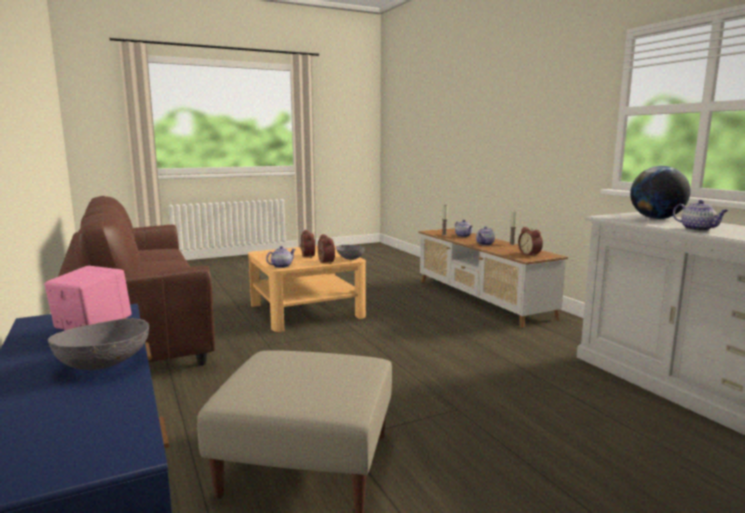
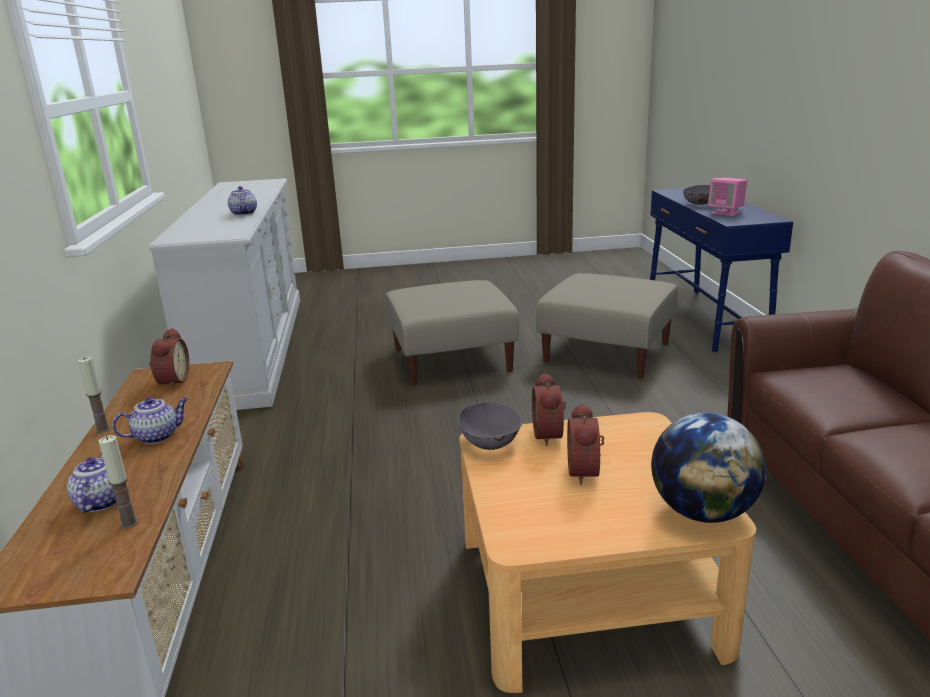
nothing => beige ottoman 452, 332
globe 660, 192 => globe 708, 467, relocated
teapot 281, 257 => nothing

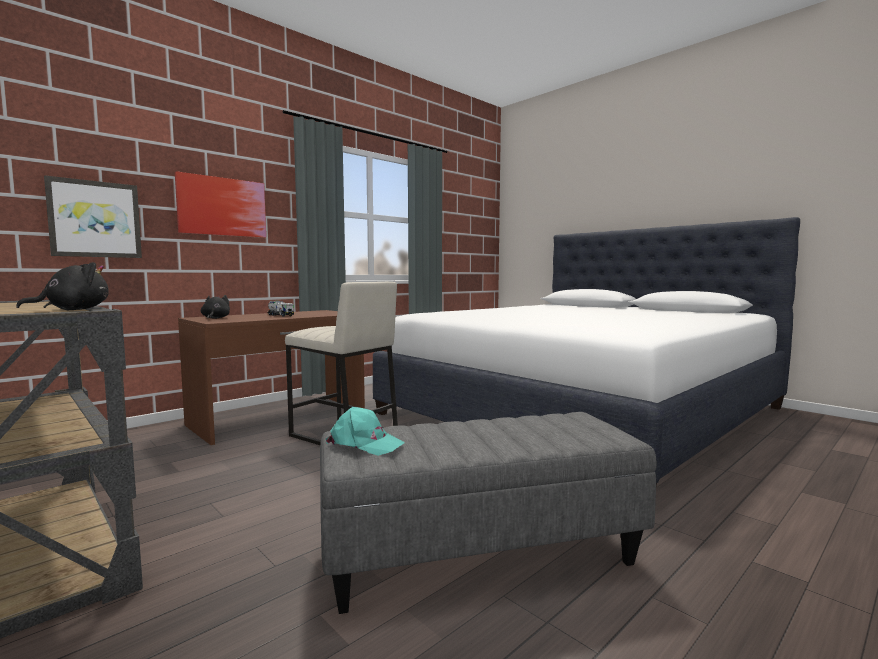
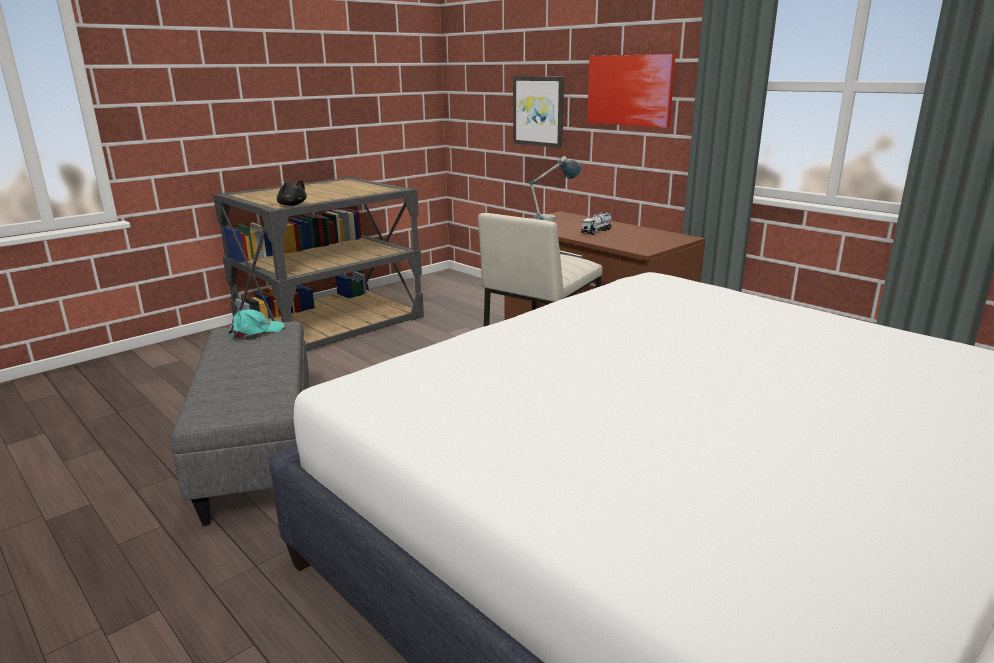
turquoise cap 365, 431 => turquoise cap 256, 324, 150 degrees counterclockwise
black plush toy 215, 307 => table lamp 555, 189

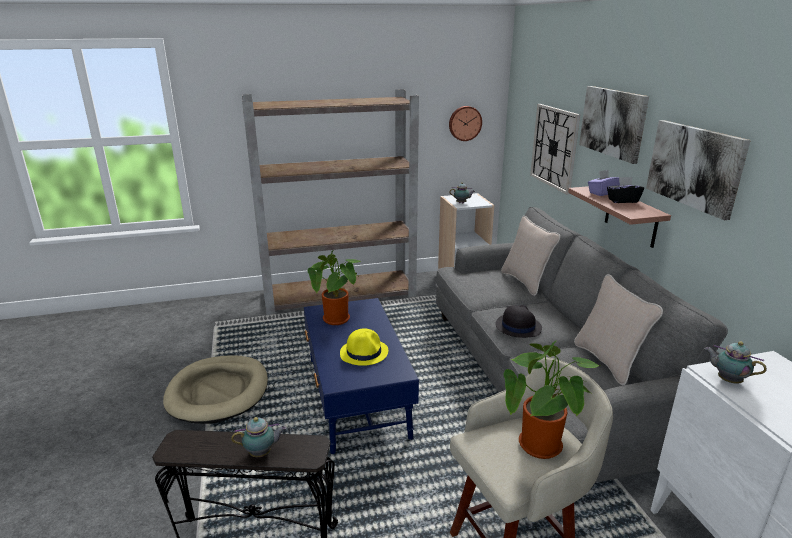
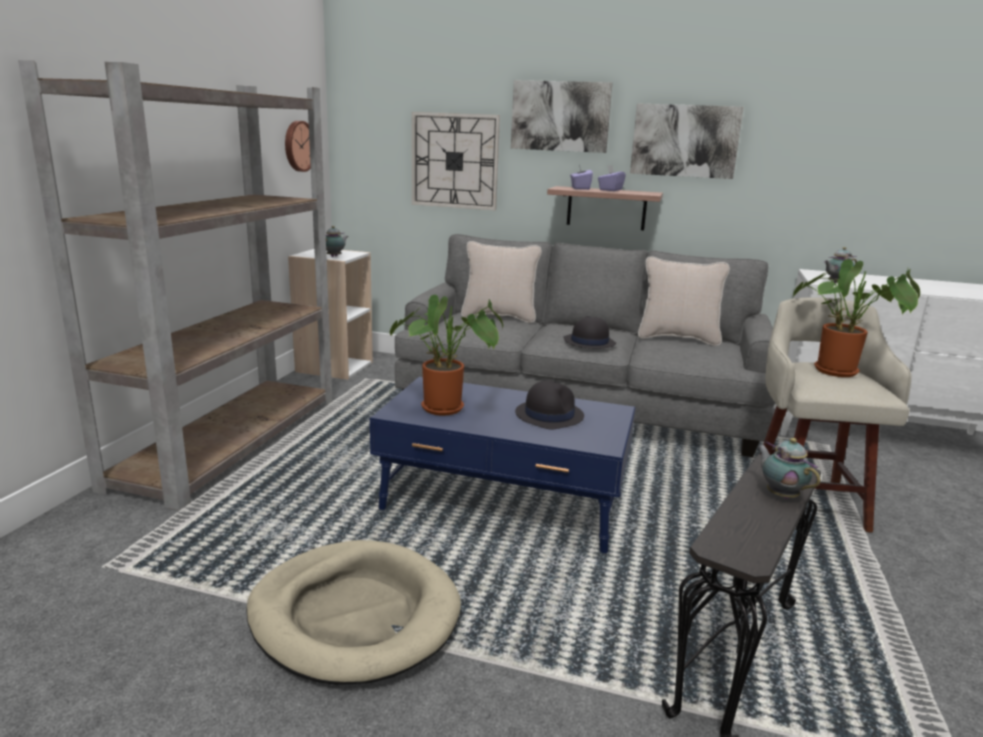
yellow hat 364, 347 => black hat 549, 404
black tissue box 625, 190 => purple tissue box 612, 178
teapot 258, 437 => teapot 789, 468, 45 degrees counterclockwise

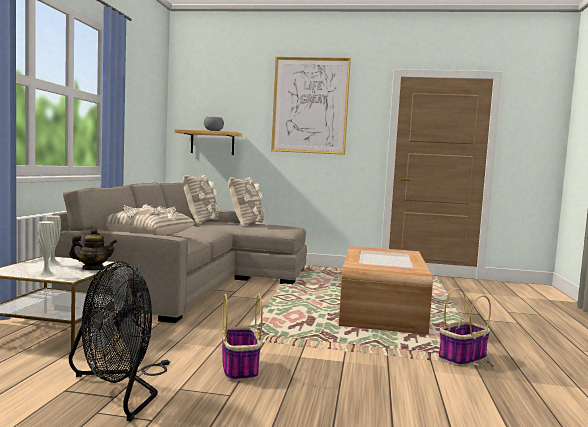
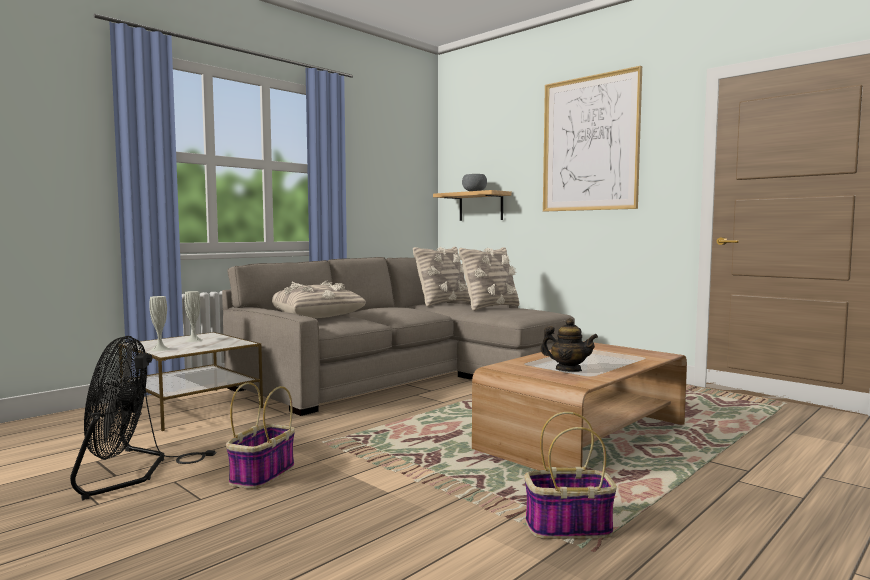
teapot 93, 249 => teapot 569, 345, relocated

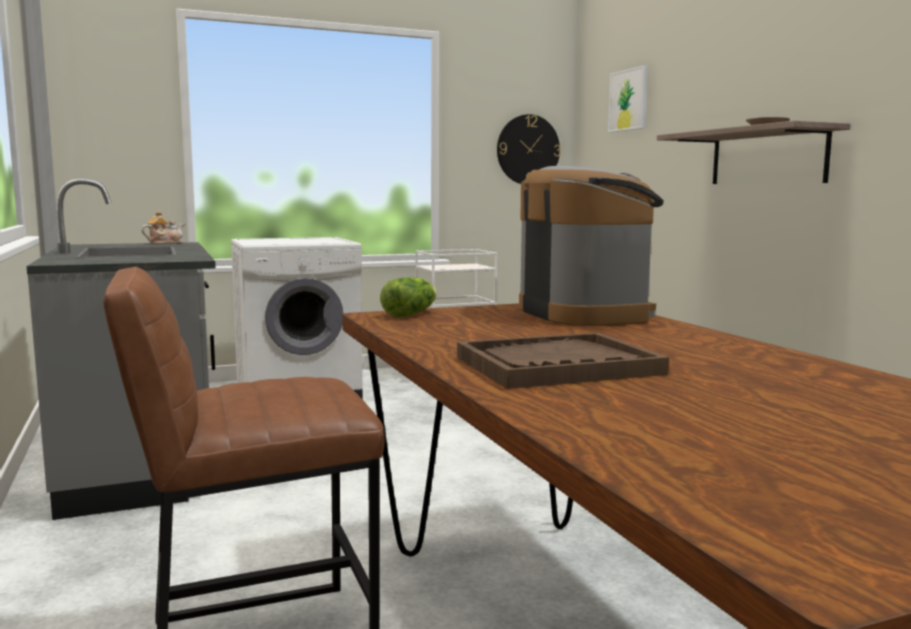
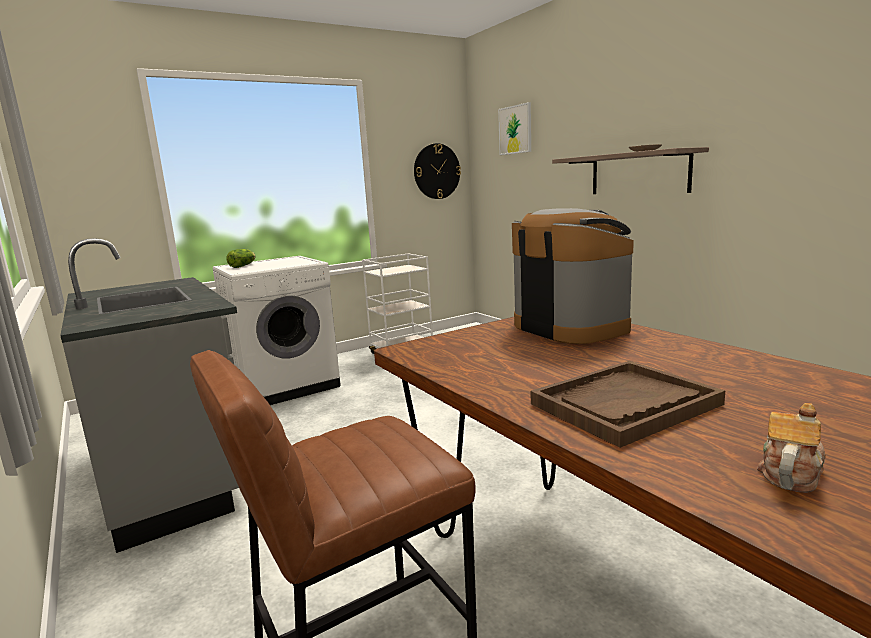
lettuce 408, 297 => lettuce 240, 258, relocated
teapot 163, 227 => teapot 791, 448, relocated

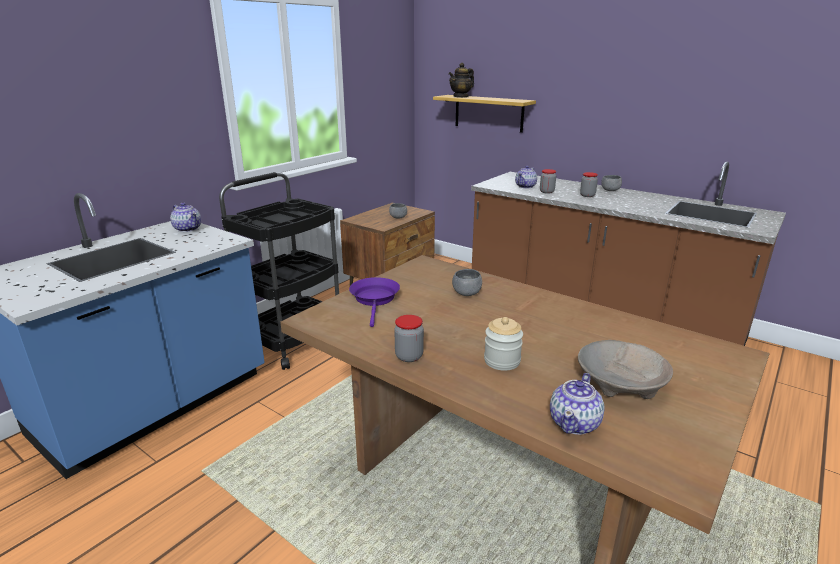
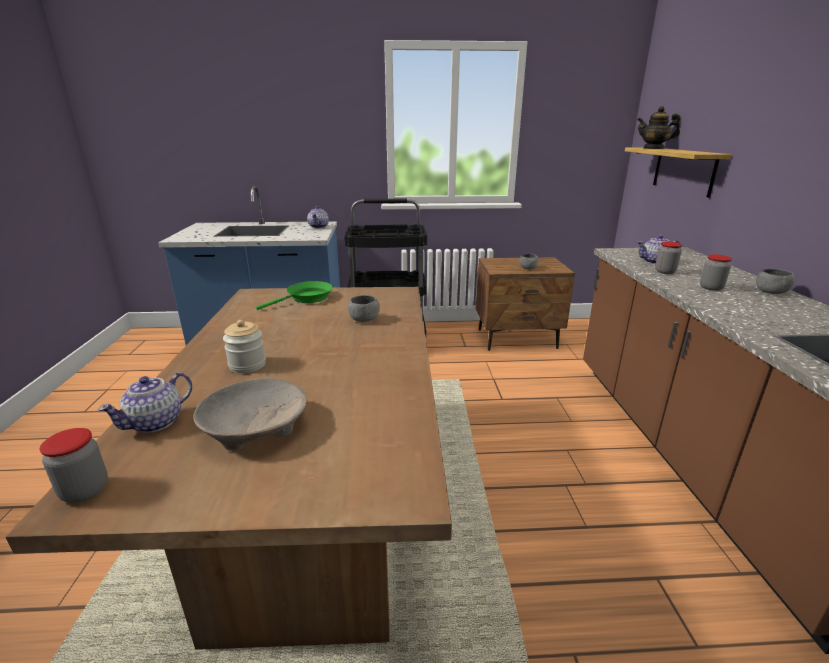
jar 409, 338 => jar 73, 465, relocated
teapot 577, 404 => teapot 144, 402, 45 degrees counterclockwise
purple frying pan 374, 302 => green frying pan 294, 295

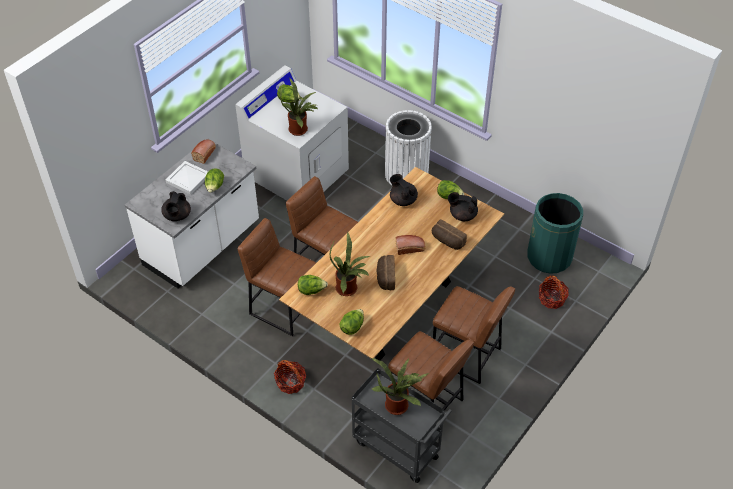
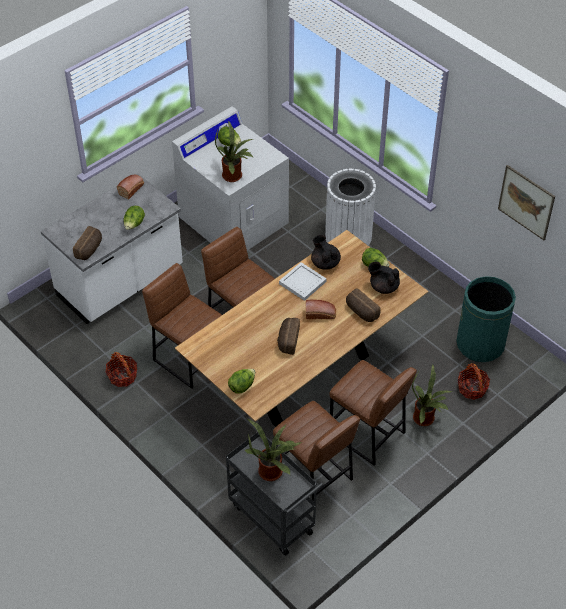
black teapot 176, 206 => bread 87, 243
basket 290, 377 => basket 121, 369, relocated
white tray 186, 178 => white tray 303, 281, relocated
potted plant 350, 264 => potted plant 432, 395, relocated
nothing => picture 526, 202
lettuce 313, 285 => nothing

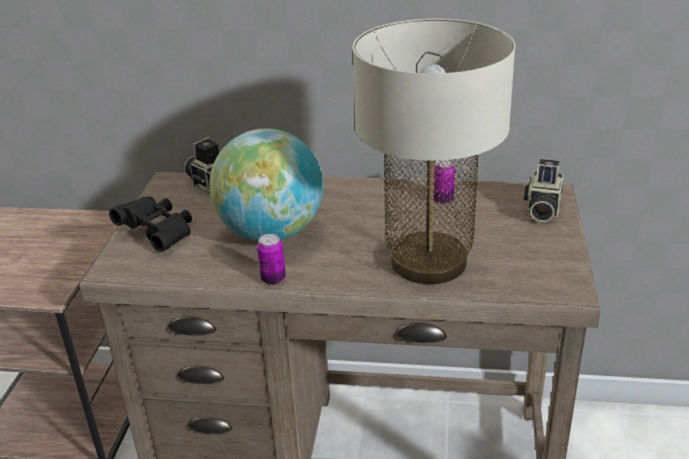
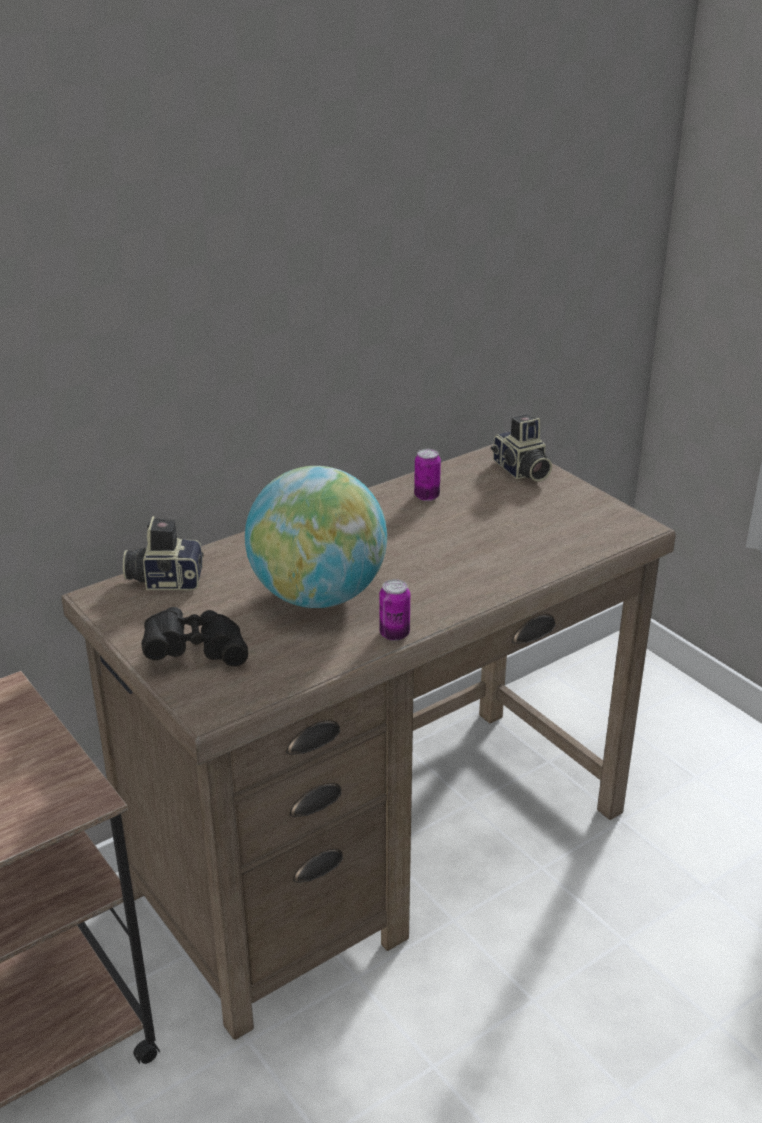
table lamp 434, 151 => nothing

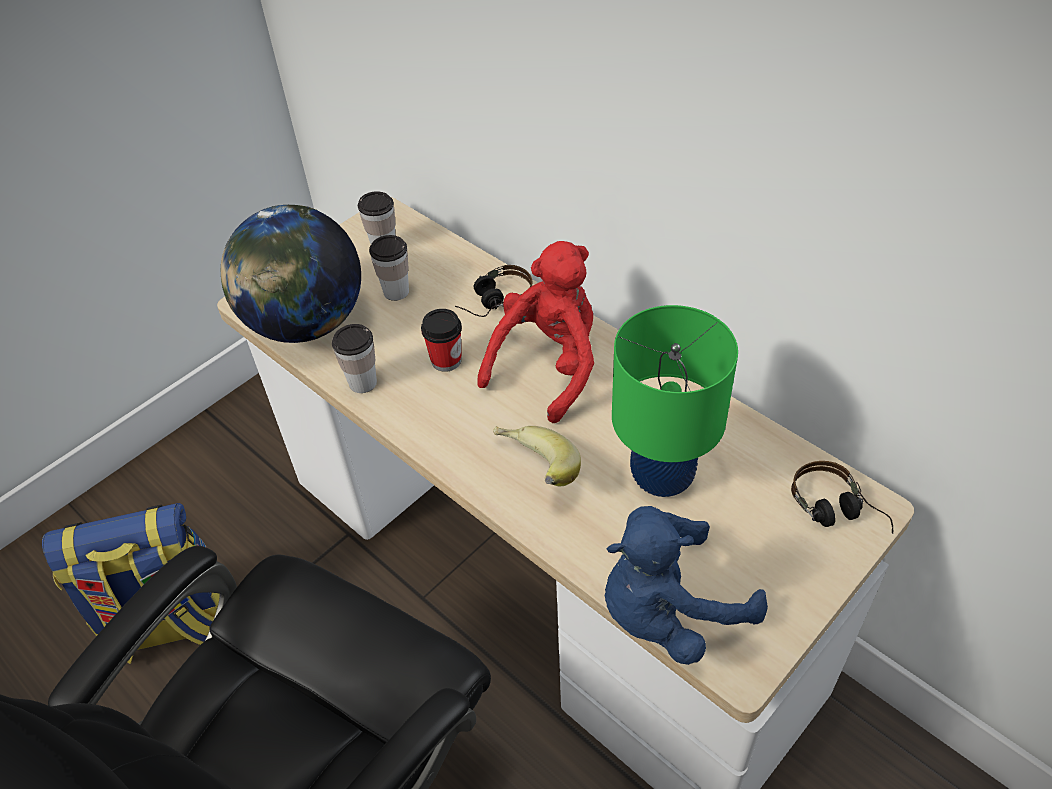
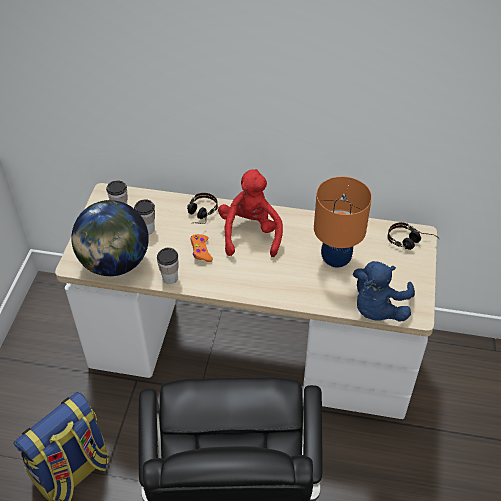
cup 441, 340 => orange game controller 201, 248
green table lamp 675, 401 => orange table lamp 343, 222
banana 537, 456 => nothing

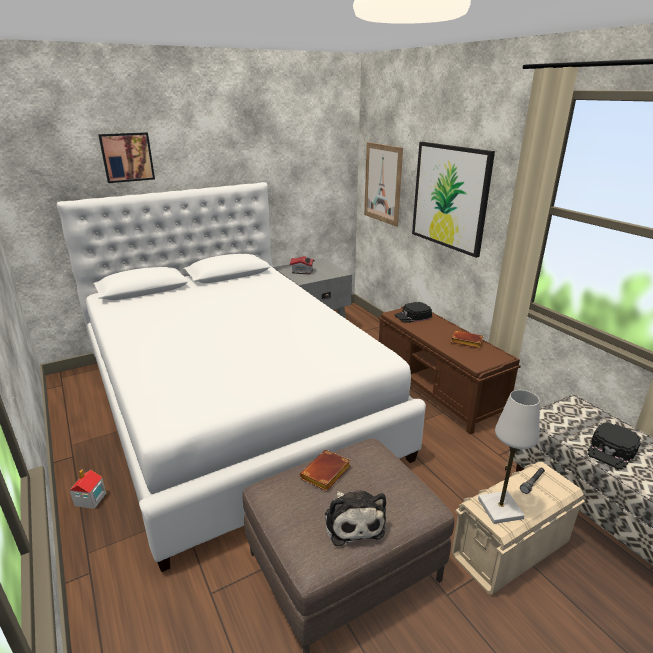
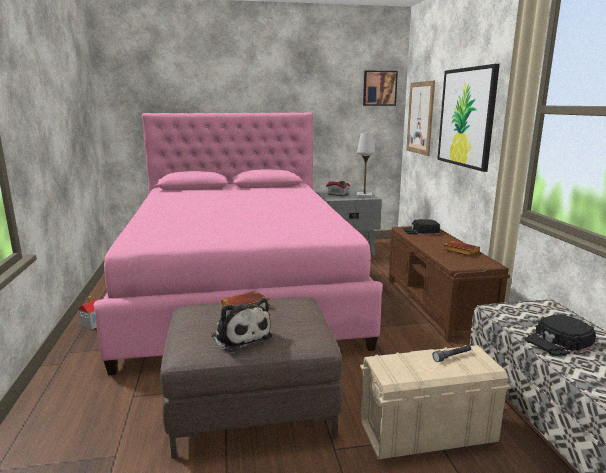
white bed 241, 377 => pink bed 238, 243
plush toy 355, 518 => plush toy 242, 325, 45 degrees counterclockwise
white table lamp 509, 457 => white table lamp 366, 165, relocated
picture 126, 157 => picture 380, 88, relocated

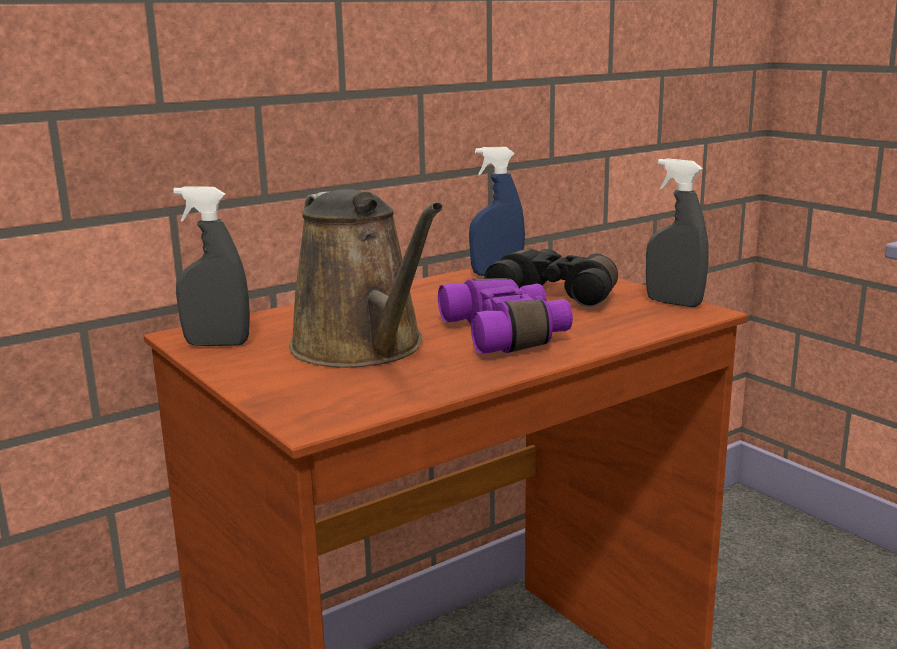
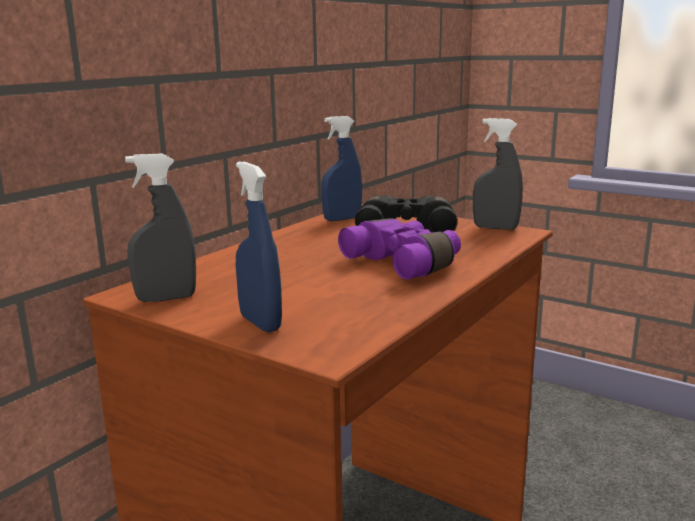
nothing => blue spray bottle 259, 247
brown watering can 366, 278 => nothing

